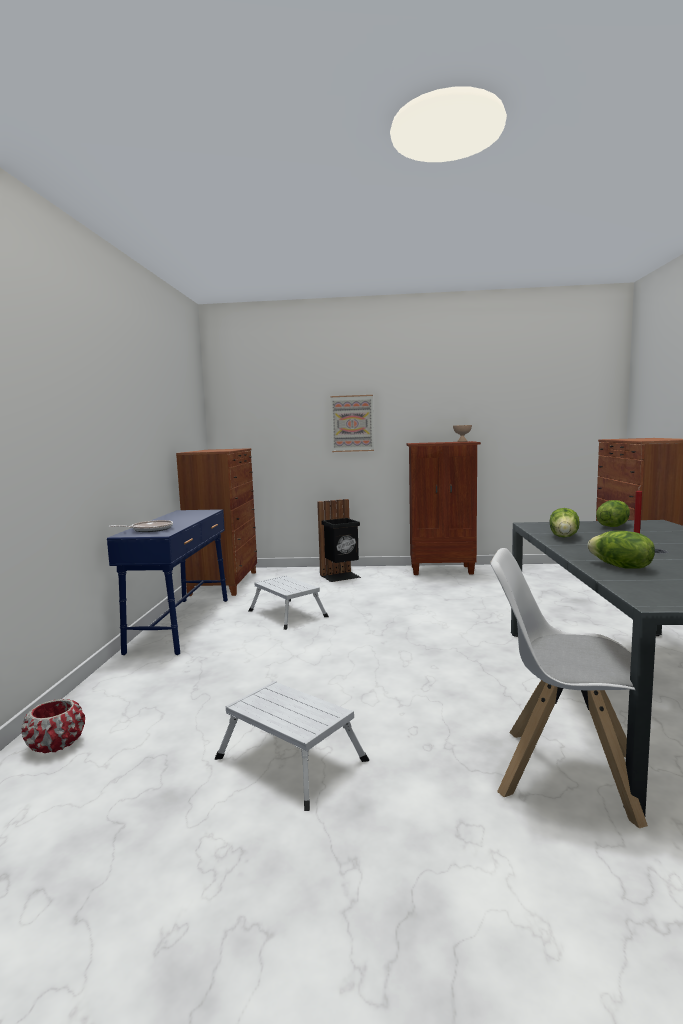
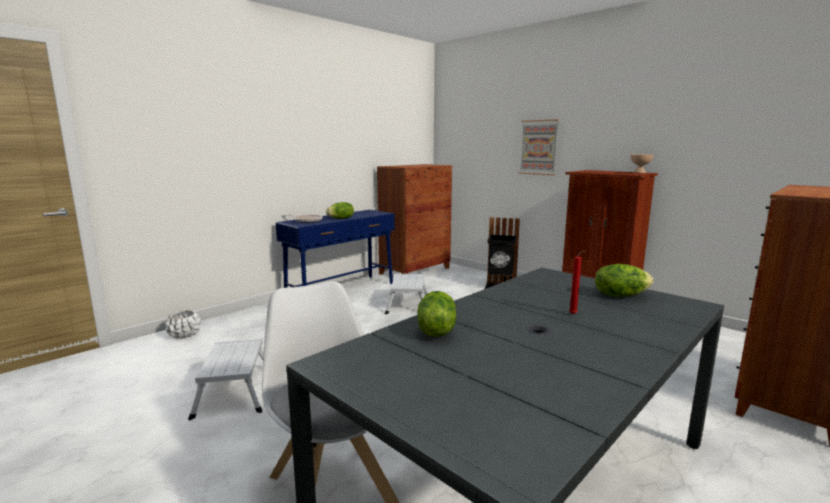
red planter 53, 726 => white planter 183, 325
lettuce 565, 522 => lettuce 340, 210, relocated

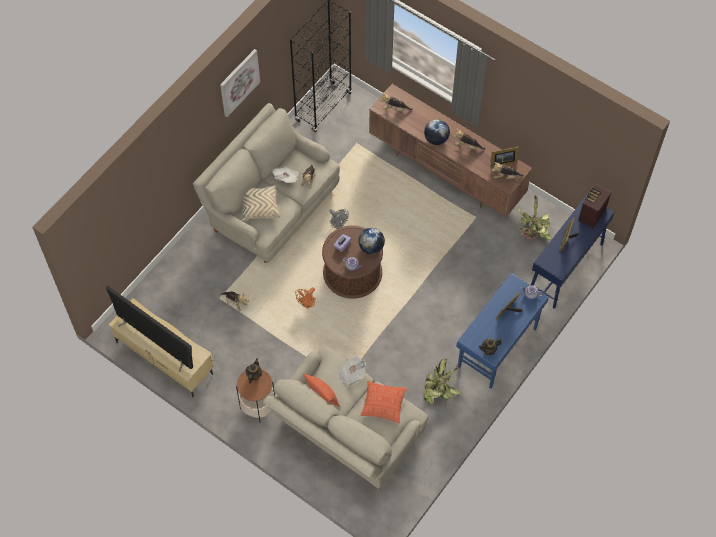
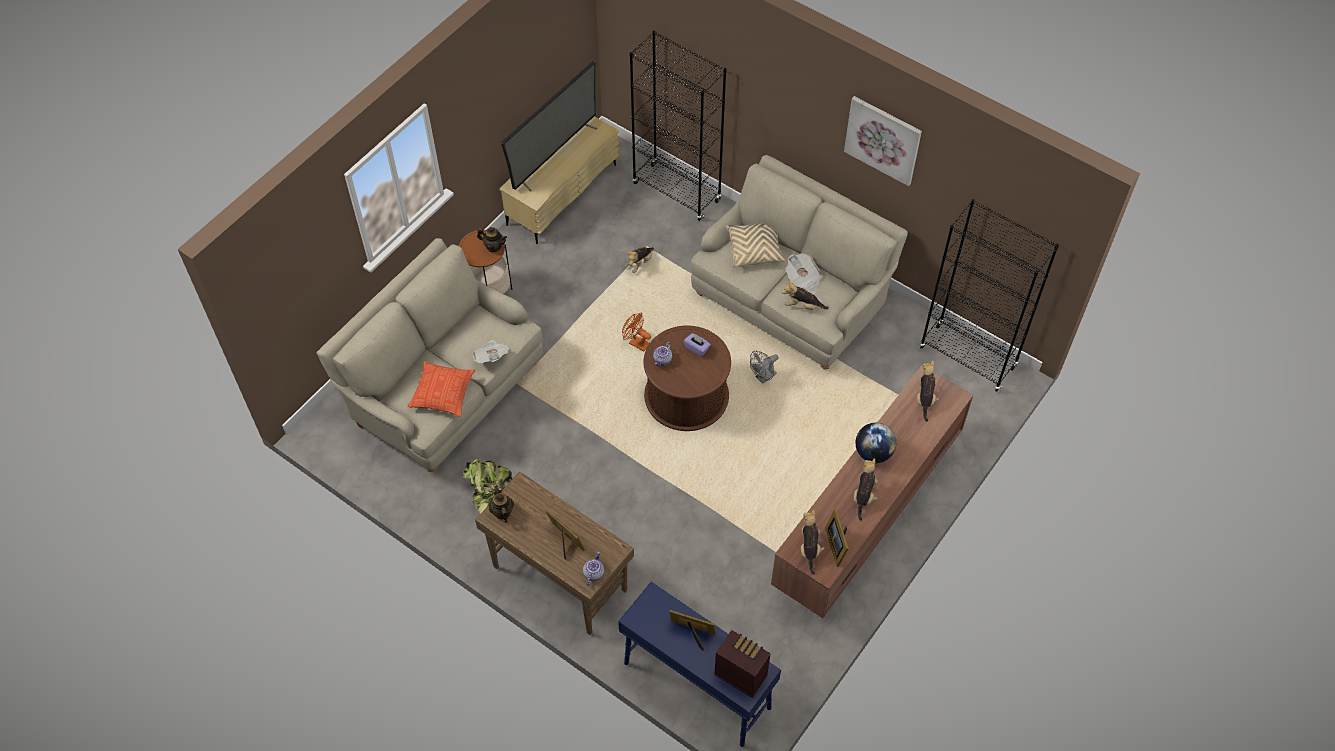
blue console table 502, 331 => brown console table 554, 553
nothing => black bookcase 678, 126
orange pillow 321, 390 => nothing
globe 371, 241 => nothing
potted plant 535, 217 => nothing

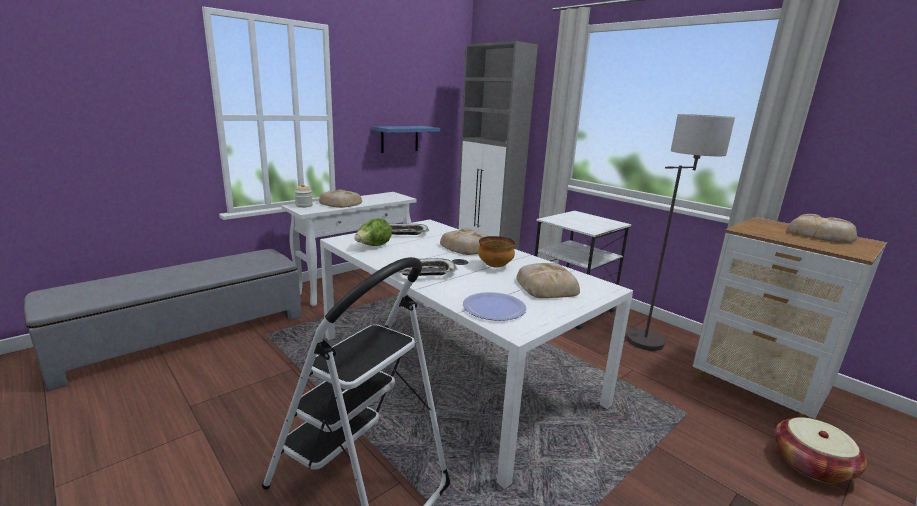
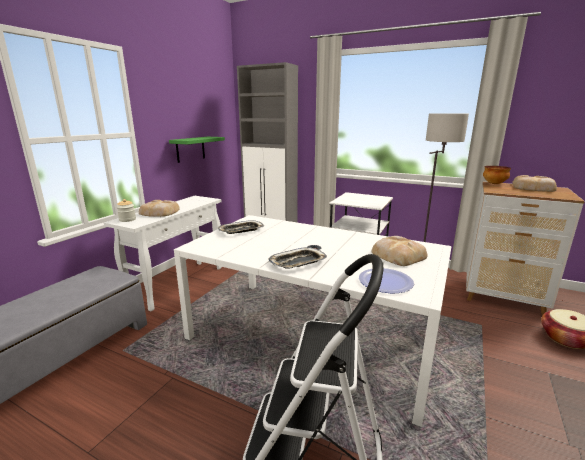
blue shelf 406, 139 => green shelf 197, 150
bowl 496, 251 => bowl 497, 175, relocated
lettuce 373, 232 => nothing
bread 464, 241 => nothing

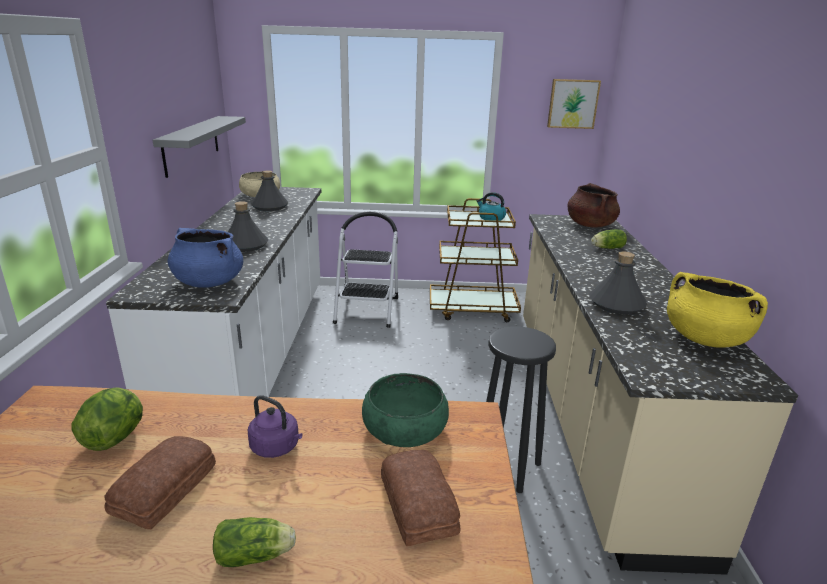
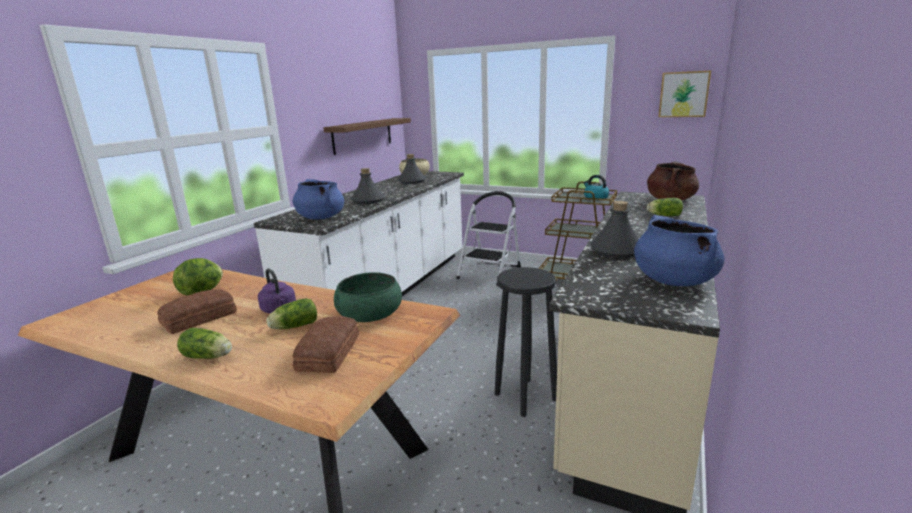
nothing => lettuce 291, 313
grey shelf 199, 147 => brown shelf 367, 136
yellow cooking pot 717, 310 => blue cooking pot 679, 250

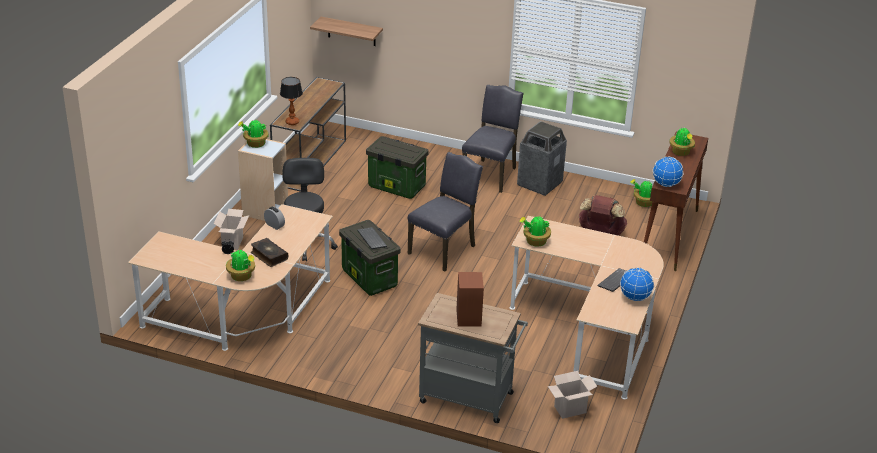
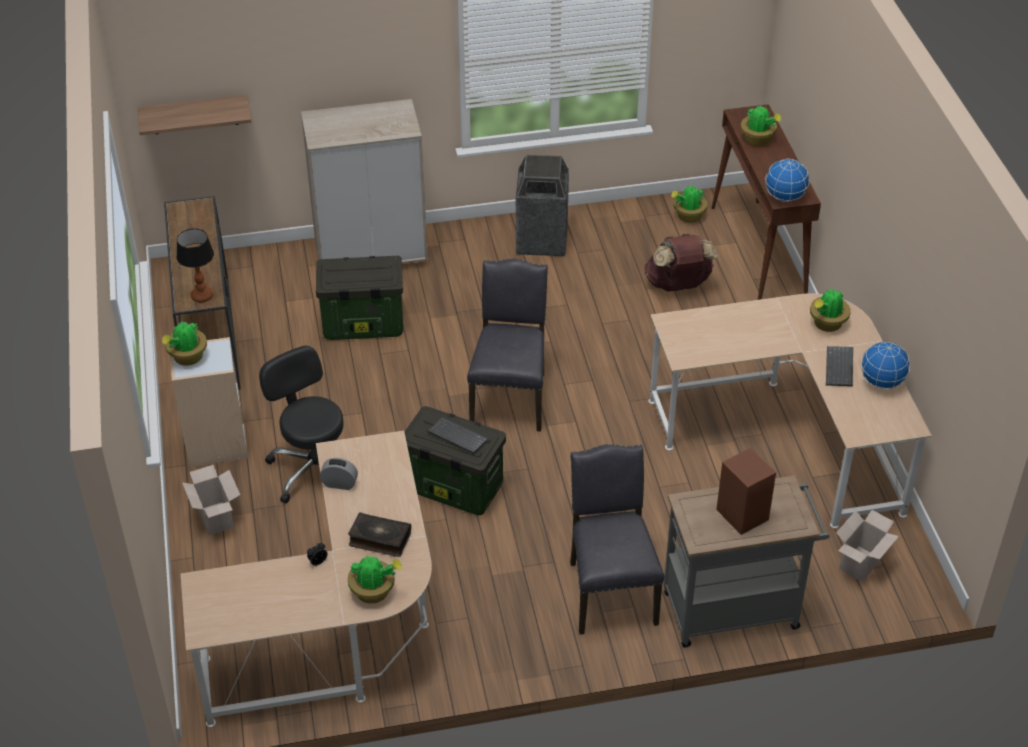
nothing => beige cabinet 364, 181
grey chair 492, 139 => grey chair 617, 539, relocated
potted plant 535, 231 => potted plant 830, 310, relocated

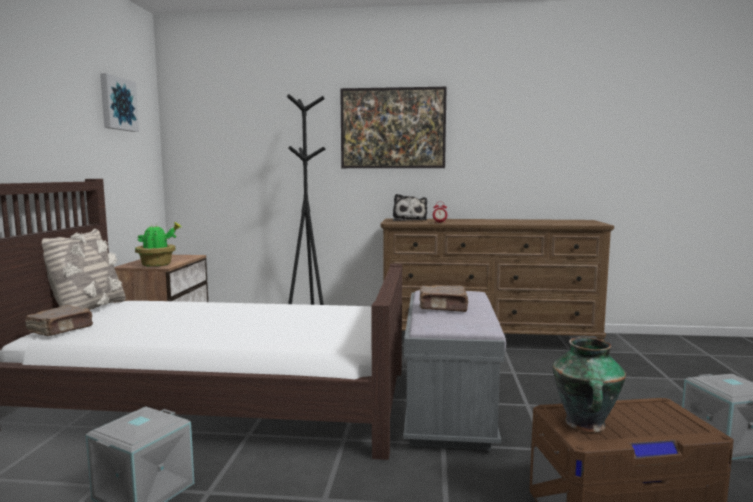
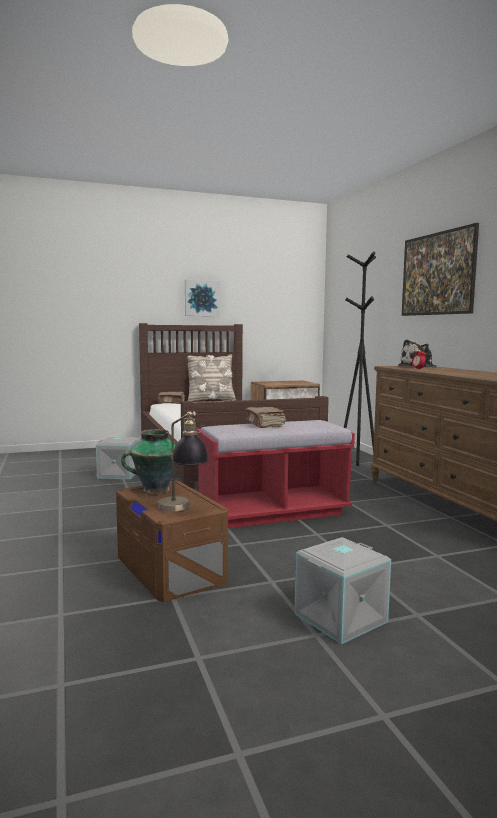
nothing => table lamp 183, 461
picture 119, 102 => picture 202, 298, relocated
grey bench 454, 370 => red bench 275, 474
potted plant 158, 244 => nothing

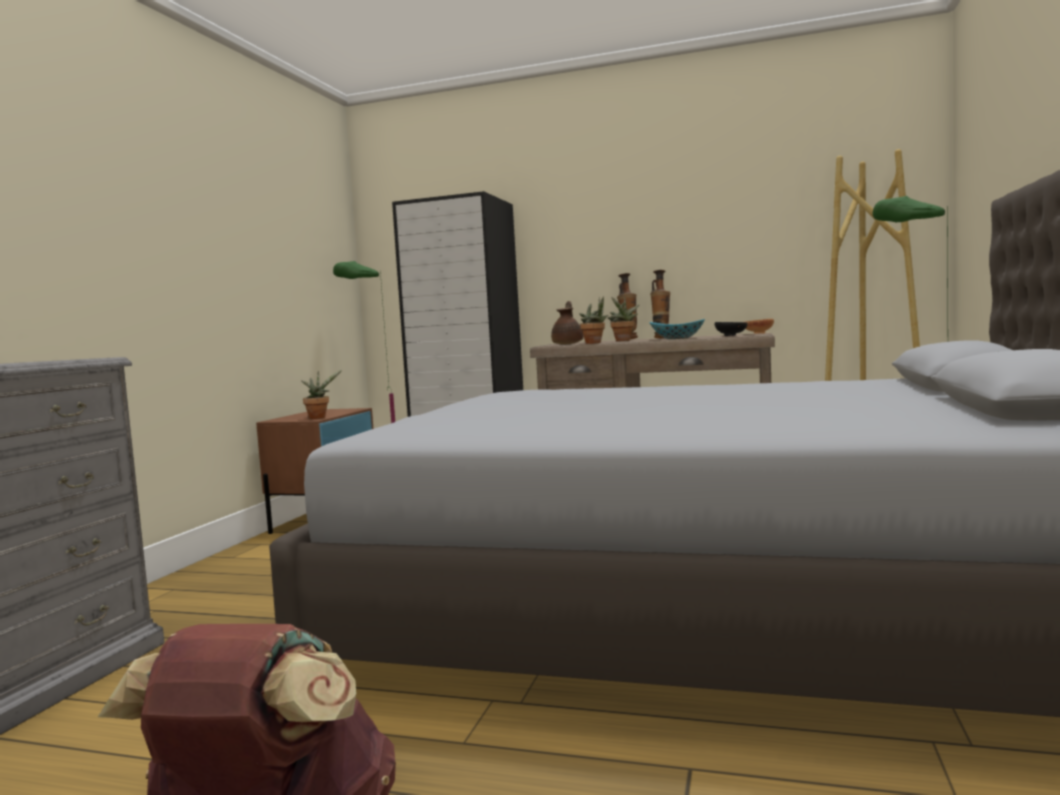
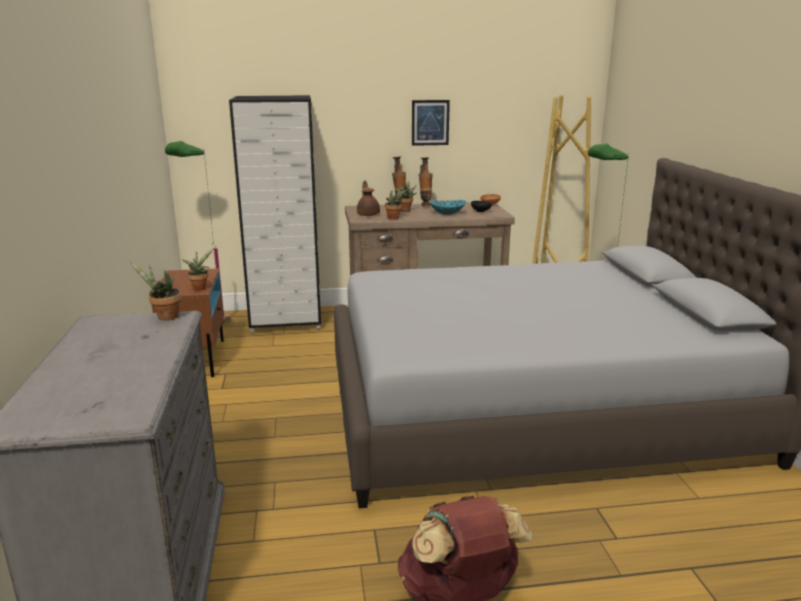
nothing => potted plant 156, 290
nothing => picture 431, 123

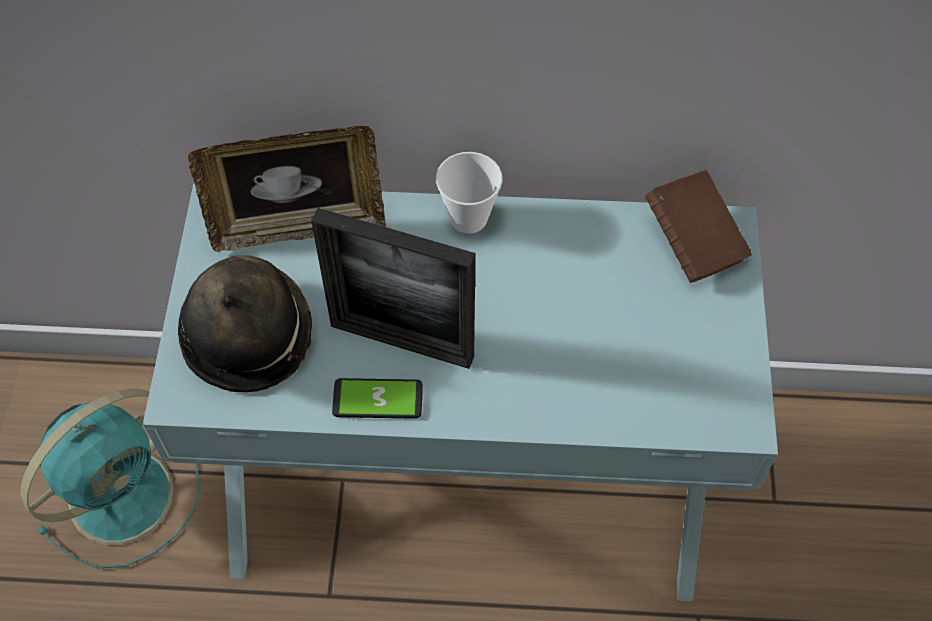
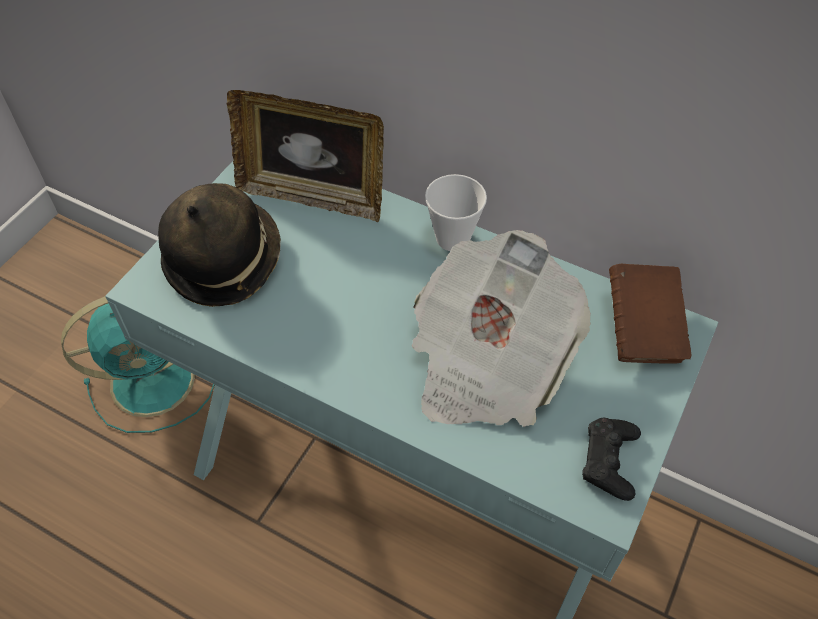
nothing => newspaper 501, 328
nothing => black game controller 611, 459
picture frame 393, 288 => nothing
phone 377, 398 => nothing

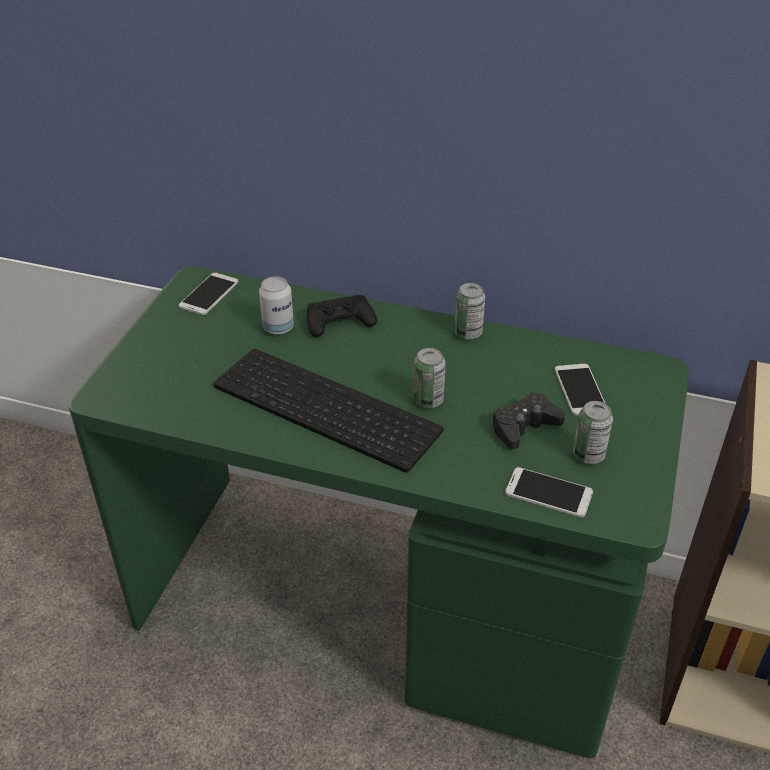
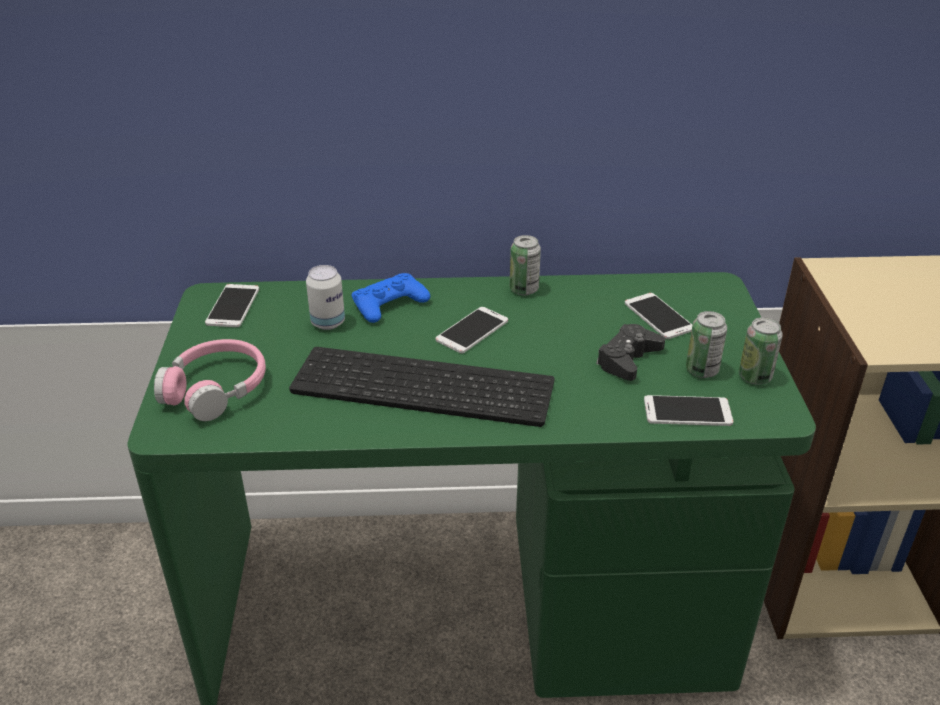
nothing => pink headphones 210, 380
black game controller 342, 316 => blue game controller 390, 298
nothing => phone 471, 330
can 429, 378 => can 761, 351, relocated

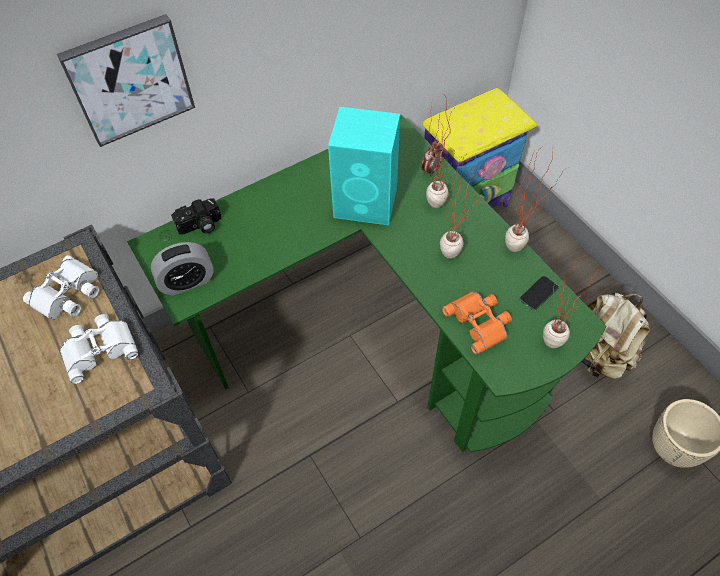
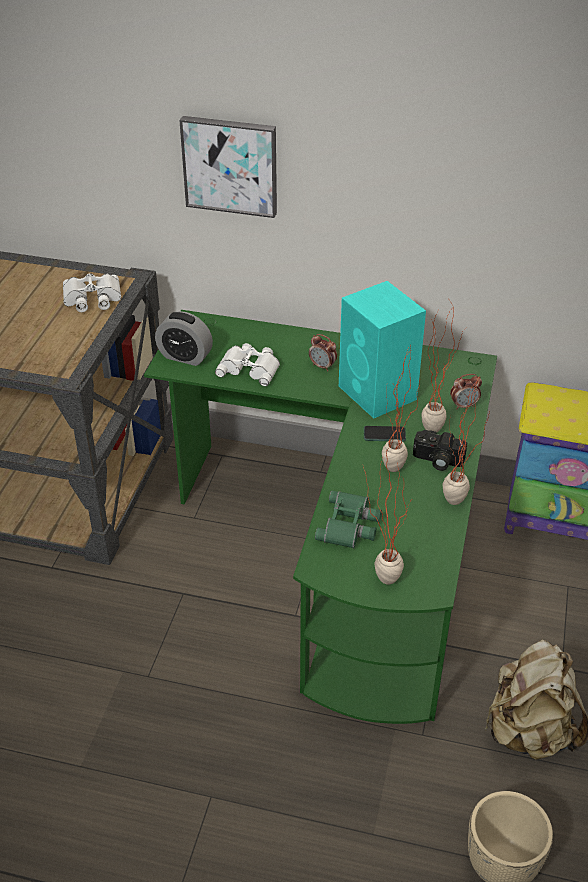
white binoculars 99, 349 => white binoculars 247, 364, relocated
nothing => alarm clock 323, 352
orange binoculars 477, 323 => green binoculars 348, 519
phone 539, 293 => phone 385, 434, relocated
photo camera 196, 216 => photo camera 440, 450, relocated

